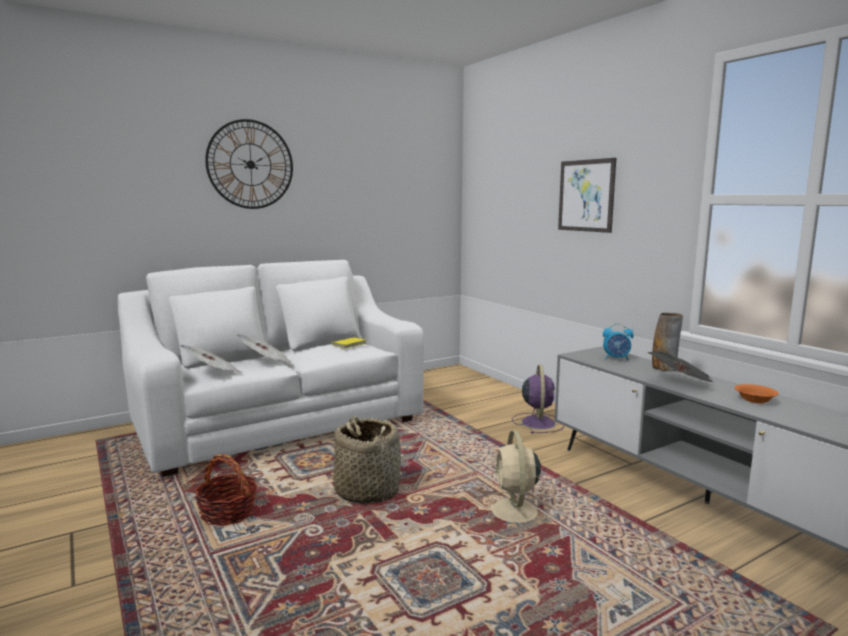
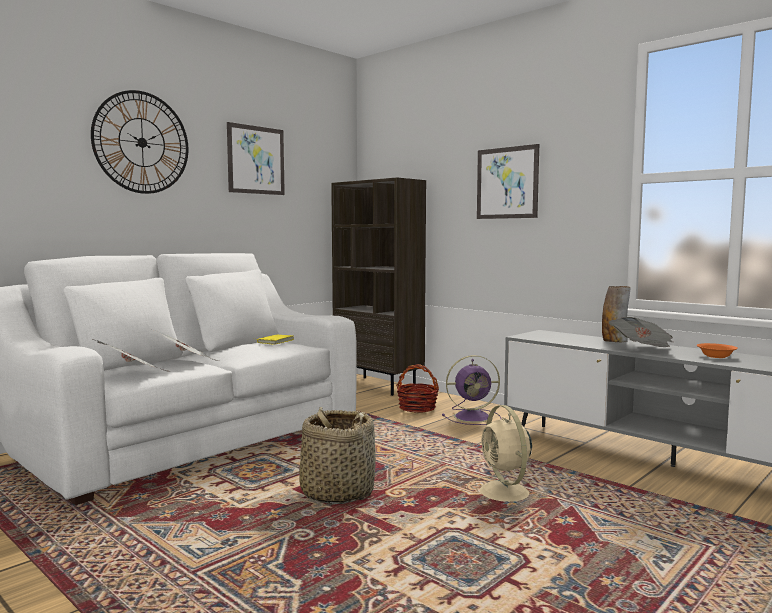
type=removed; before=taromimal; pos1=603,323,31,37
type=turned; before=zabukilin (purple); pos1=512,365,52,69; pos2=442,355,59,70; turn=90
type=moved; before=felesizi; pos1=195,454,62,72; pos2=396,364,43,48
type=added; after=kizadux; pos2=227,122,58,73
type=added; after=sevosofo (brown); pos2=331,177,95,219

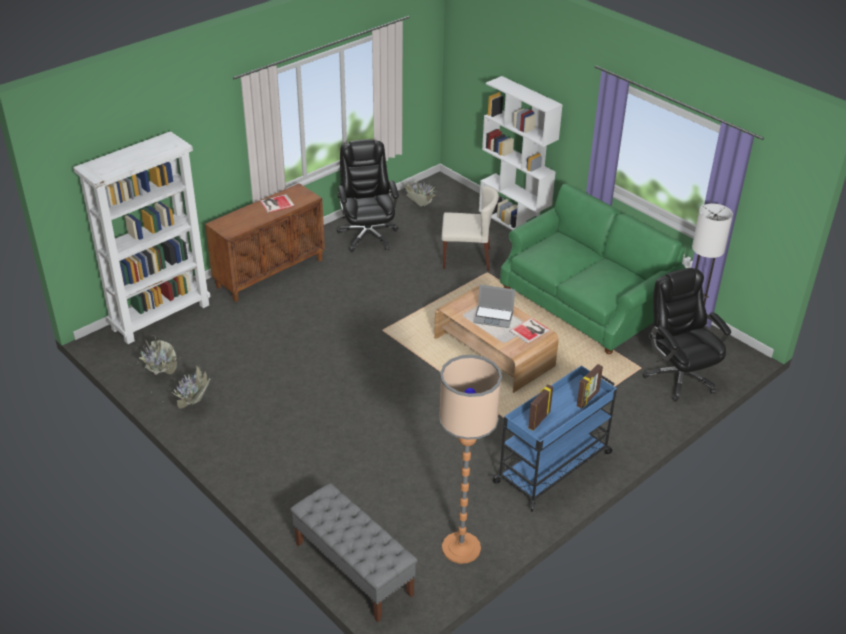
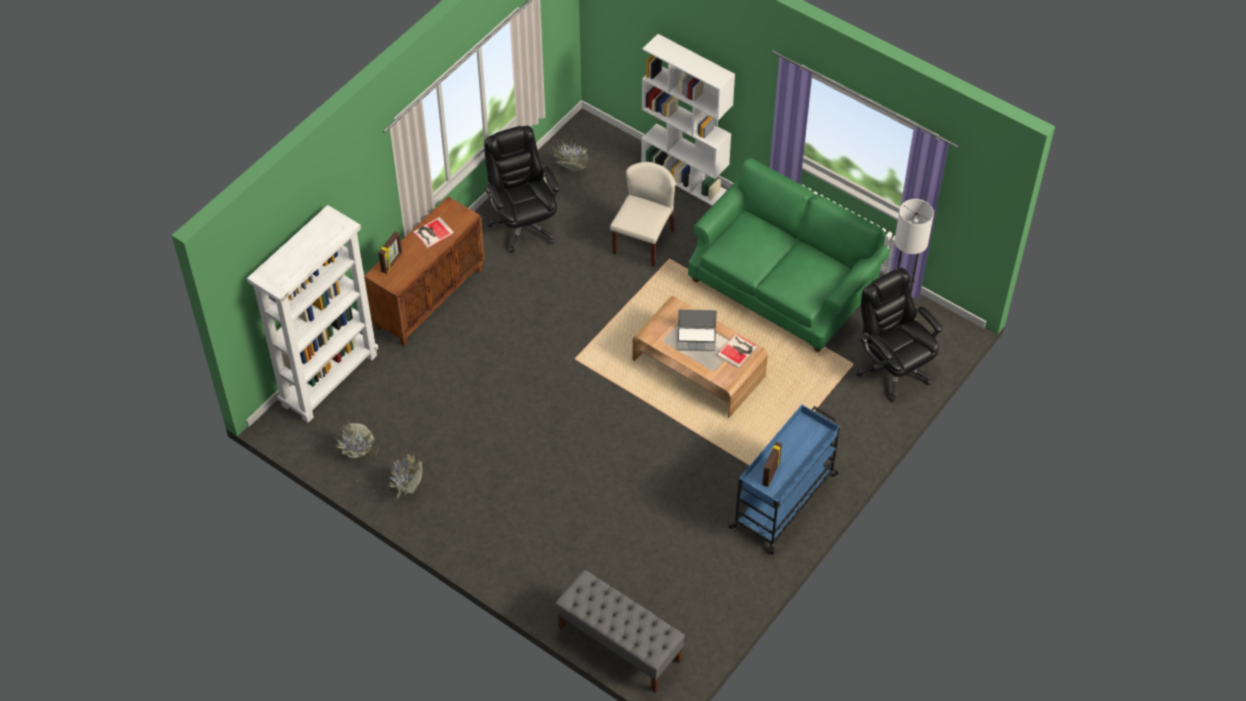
type=turned; before=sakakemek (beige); pos1=441,186,58,85; pos2=610,162,65,105; turn=-60
type=removed; before=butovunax; pos1=439,355,63,209
type=moved; before=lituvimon; pos1=577,364,26,45; pos2=378,231,24,43

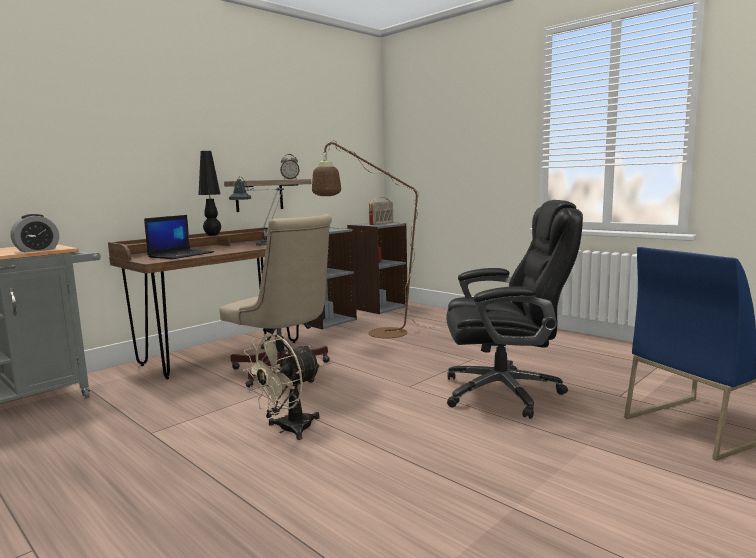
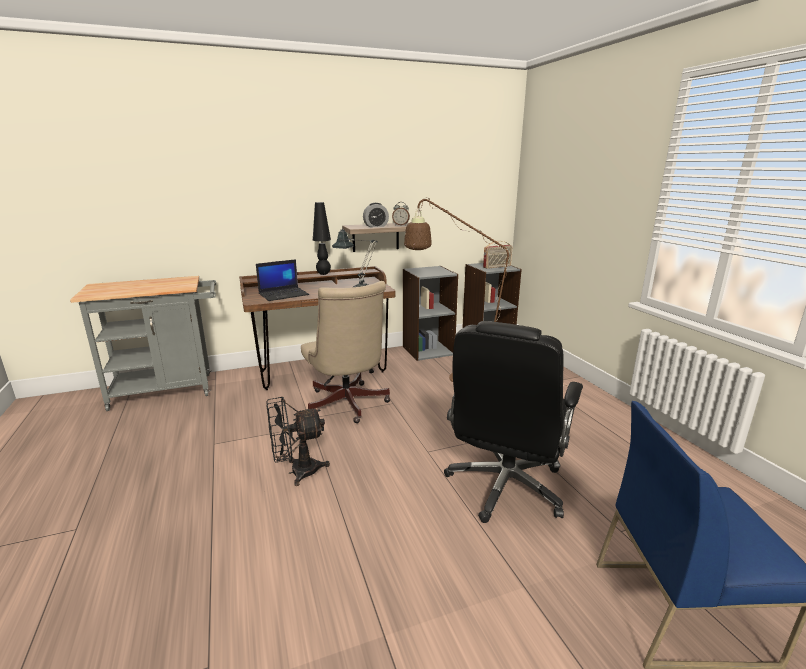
type=turned; before=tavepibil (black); pos1=446,200,137,219; pos2=444,321,139,202; turn=90
type=moved; before=taromimal; pos1=11,214,48,38; pos2=363,203,26,24
type=recoloured; before=zabukilin (beige); after=zabukilin (black); pos1=243,334,78,106; pos2=267,397,63,89

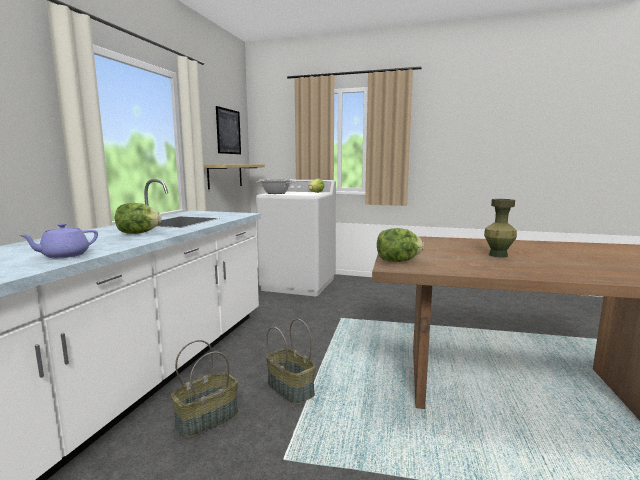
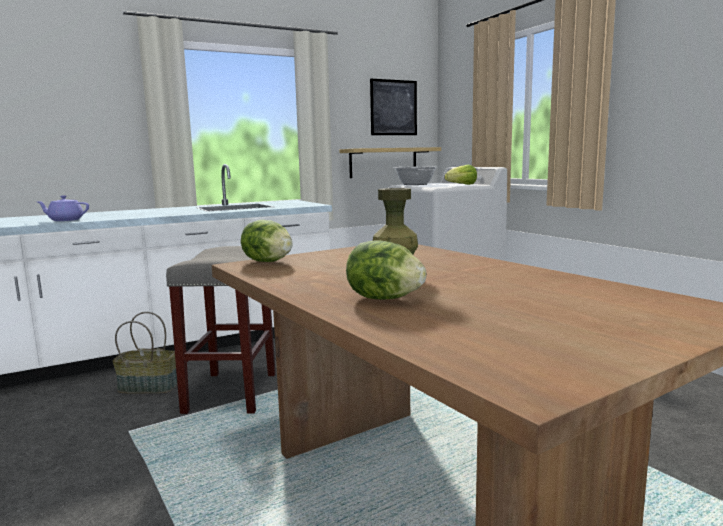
type=moved; before=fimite; pos1=115,203,47,31; pos2=346,240,80,59
type=replaced; before=felesizi; after=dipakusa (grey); pos1=266,319,50,86; pos2=166,246,110,168

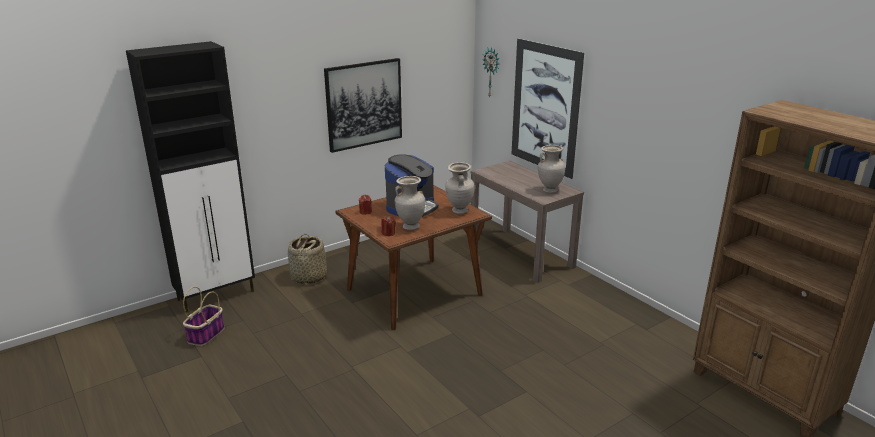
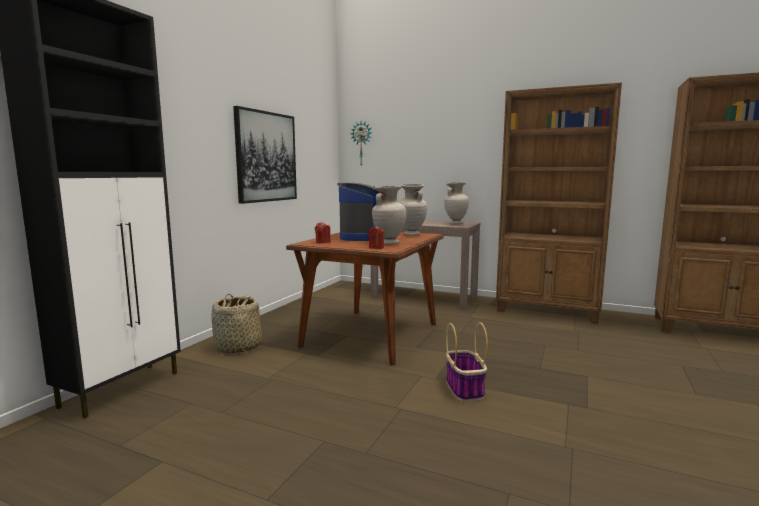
type=removed; before=kizadux; pos1=511,39,73,140
type=moved; before=felesizi; pos1=183,287,42,59; pos2=446,322,42,79
type=added; after=sevosofo (brown); pos2=496,82,126,242

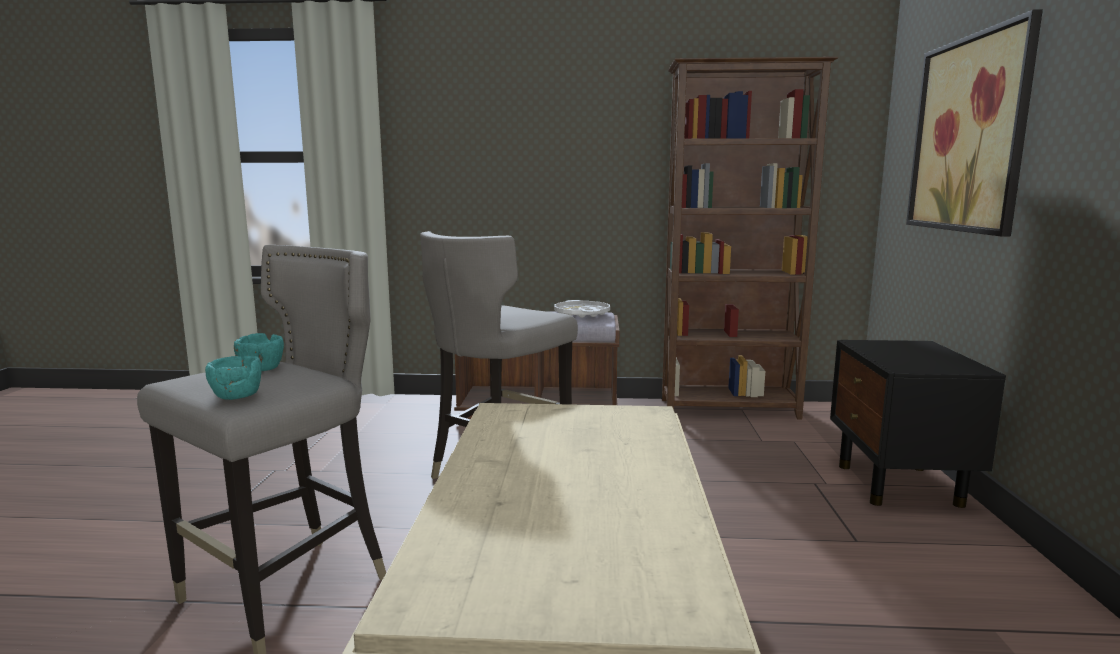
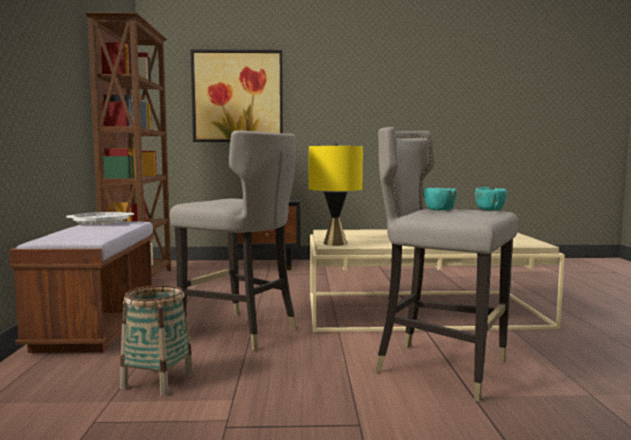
type=added; after=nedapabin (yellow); pos2=309,143,54,103
type=added; after=felesizi; pos2=120,285,73,111

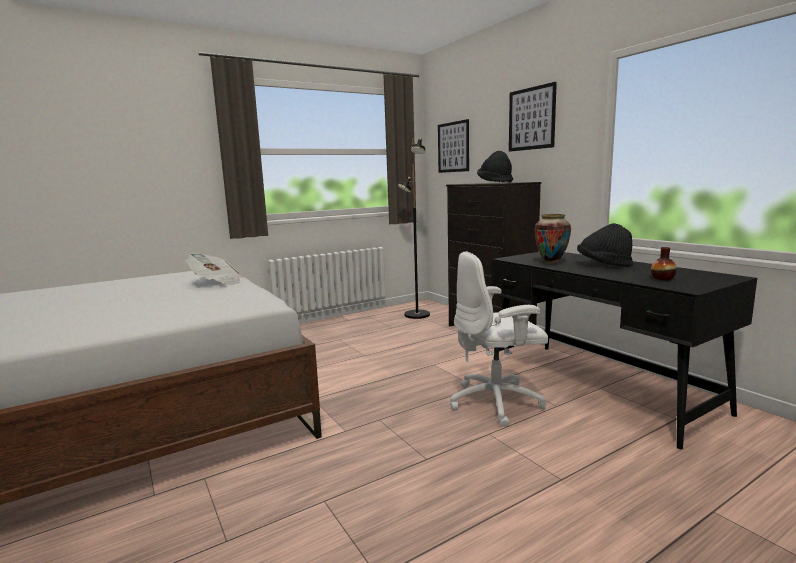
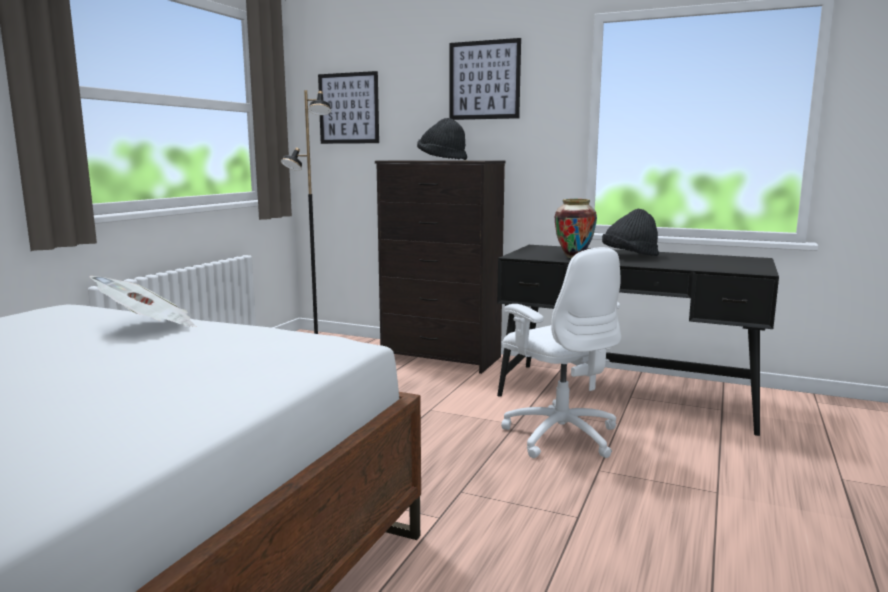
type=removed; before=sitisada; pos1=651,247,26,33
type=turned; before=tavepibil (white); pos1=450,251,98,176; pos2=501,247,120,211; turn=-75

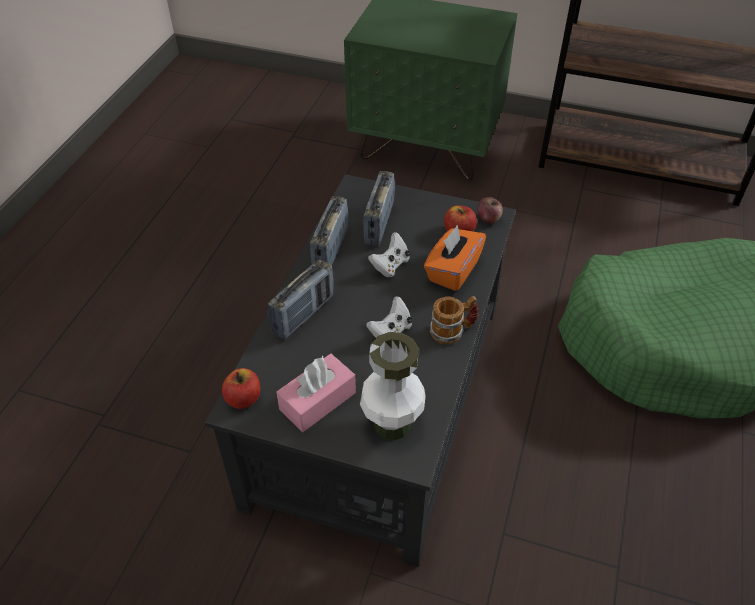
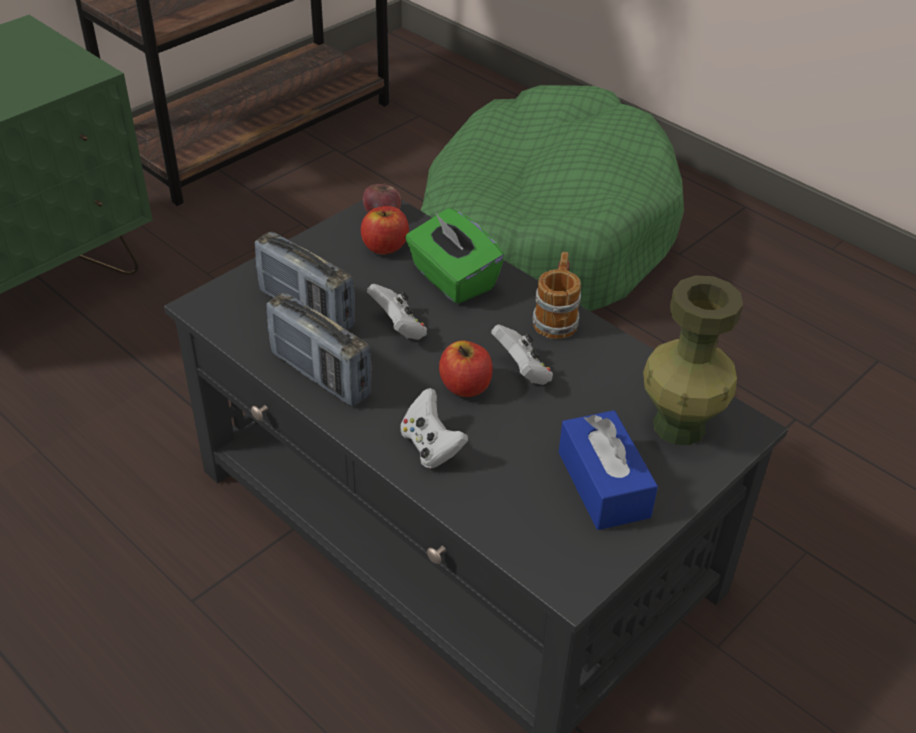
type=recoloured; before=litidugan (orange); after=litidugan (green); pos1=424,224,62,67; pos2=405,208,99,96
type=replaced; before=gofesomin; after=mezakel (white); pos1=268,260,66,80; pos2=400,388,69,80
type=recoloured; before=sitisada (white); after=sitisada (green); pos1=360,332,66,108; pos2=643,275,100,170
type=recoloured; before=litidugan (pink); after=litidugan (blue); pos1=276,354,80,78; pos2=559,410,99,120
type=moved; before=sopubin; pos1=222,368,38,41; pos2=439,341,54,56

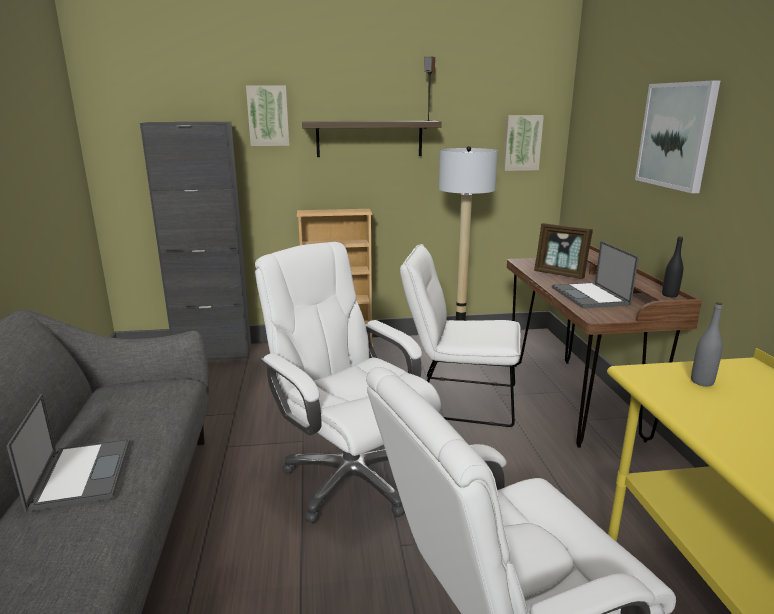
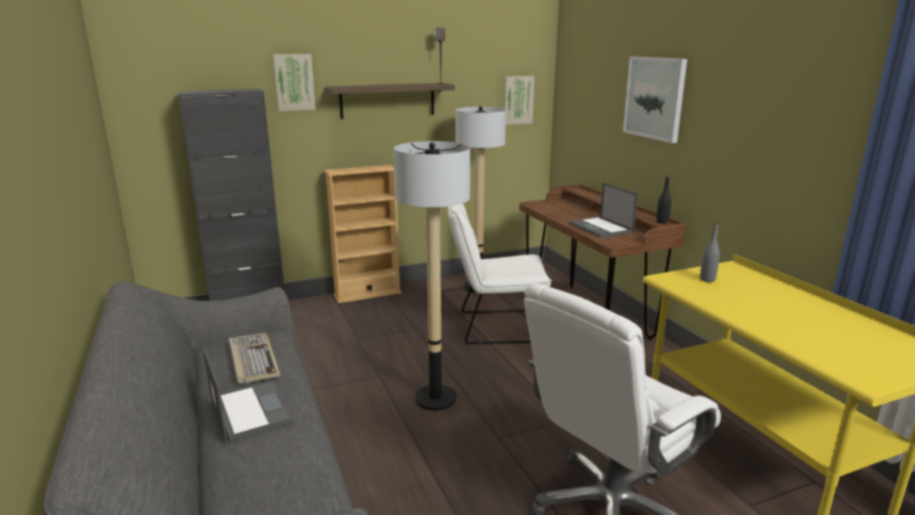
type=removed; before=lituvimon; pos1=534,223,59,56
type=replaced; before=tavepibil (white); after=butovunax; pos1=255,242,186,281; pos2=394,141,76,270
type=added; after=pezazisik; pos2=229,333,52,51

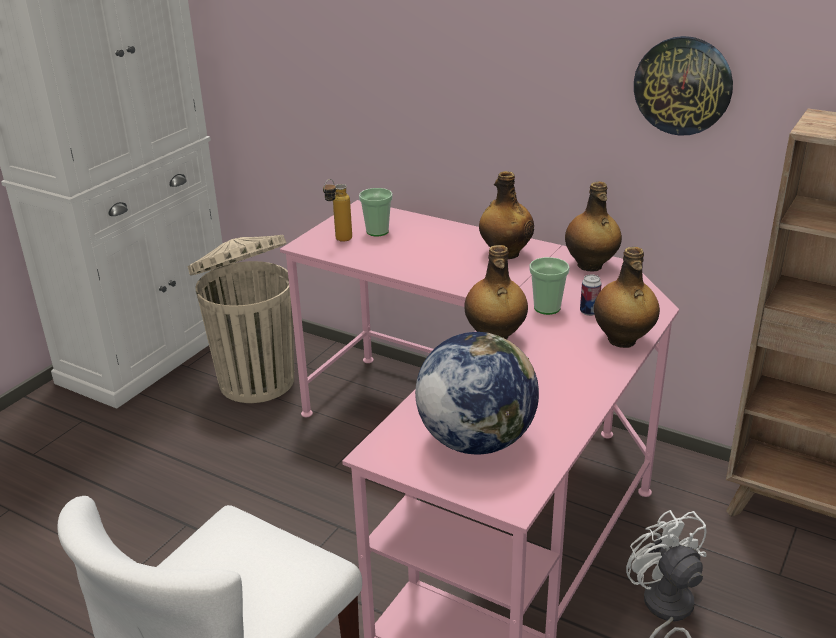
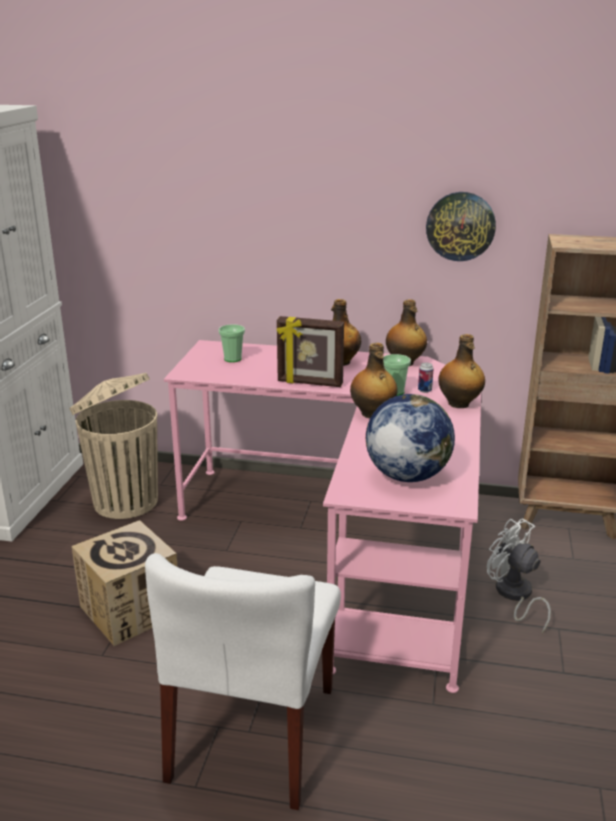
type=removed; before=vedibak; pos1=323,179,29,63
type=added; after=lituvimon; pos2=277,316,67,71
type=added; after=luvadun; pos2=71,520,106,126

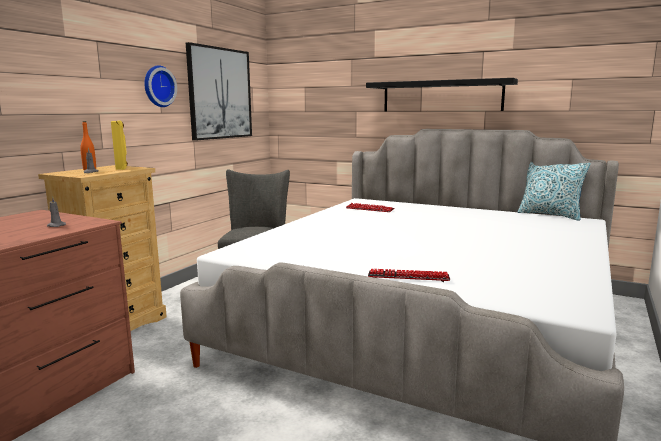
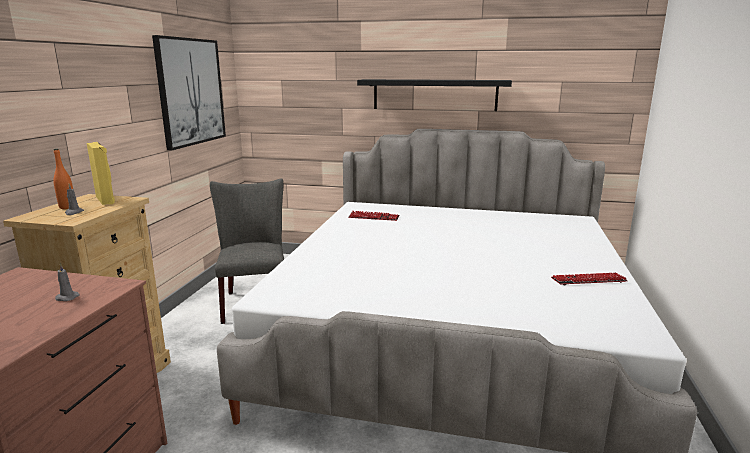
type=removed; before=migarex; pos1=144,65,33,42
type=removed; before=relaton; pos1=518,161,73,60
type=moved; before=pezazisik; pos1=368,269,82,13; pos2=551,273,77,13

